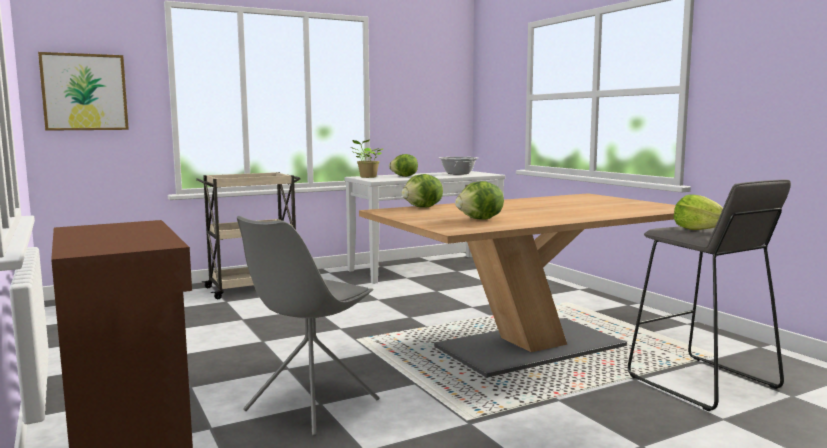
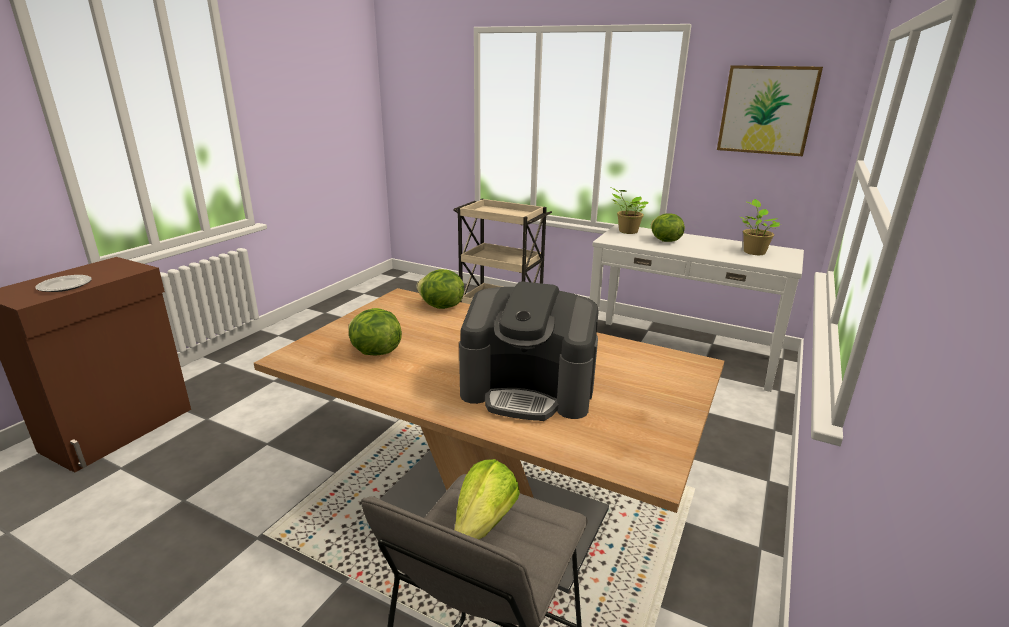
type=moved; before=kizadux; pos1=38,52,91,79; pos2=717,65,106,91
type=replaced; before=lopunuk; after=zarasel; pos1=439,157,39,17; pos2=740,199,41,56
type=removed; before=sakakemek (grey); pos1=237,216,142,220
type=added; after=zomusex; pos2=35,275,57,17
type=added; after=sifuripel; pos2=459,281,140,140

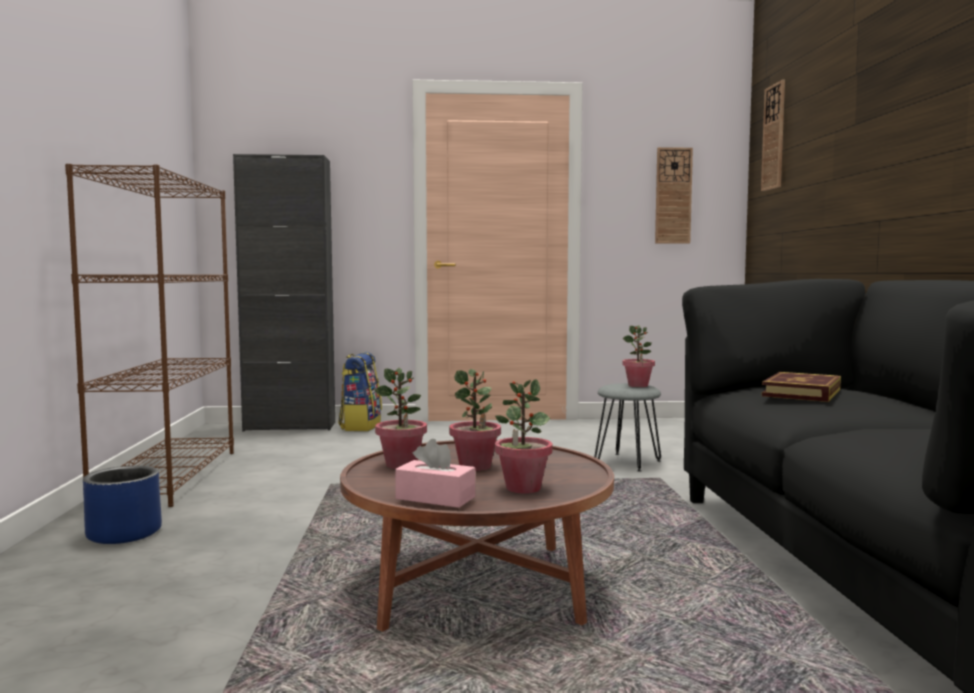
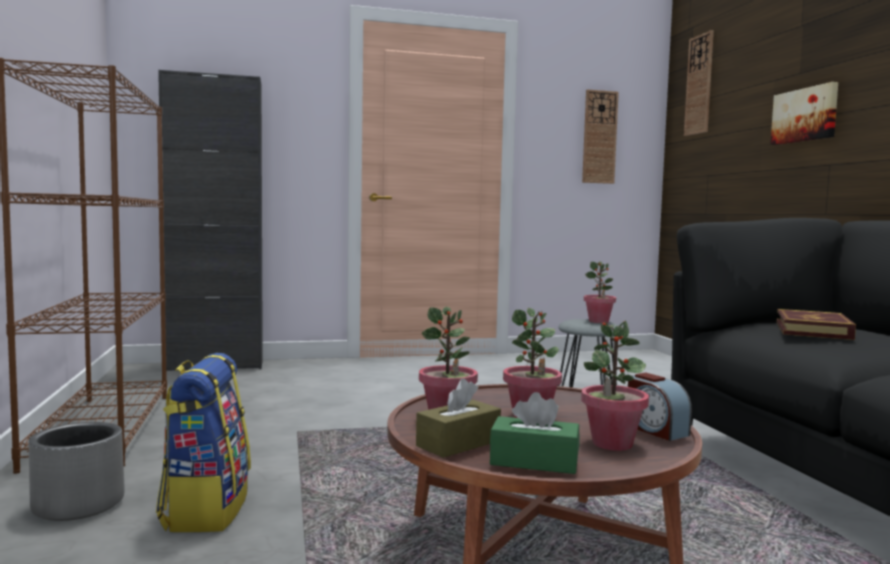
type=moved; before=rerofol; pos1=338,352,44,79; pos2=156,353,95,179
type=recoloured; before=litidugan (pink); after=litidugan (green); pos1=395,439,80,69; pos2=490,392,90,82
type=recoloured; before=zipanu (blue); after=zipanu (grey); pos1=83,466,79,78; pos2=28,422,97,99
type=added; after=kizadux; pos2=770,82,68,63
type=added; after=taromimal; pos2=628,373,64,68
type=added; after=litidugan (brown); pos2=416,378,85,80

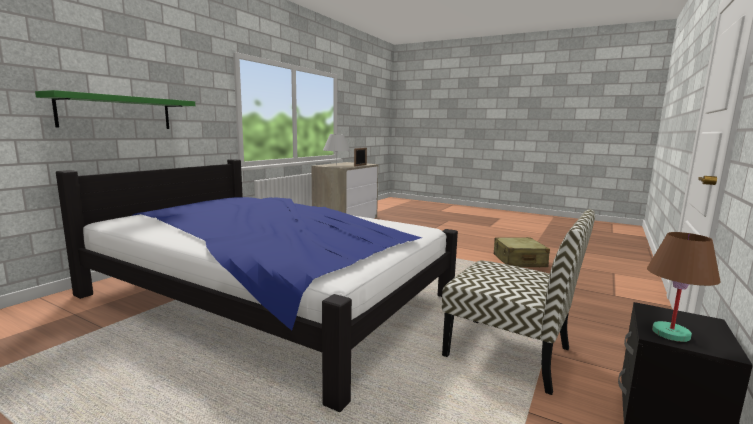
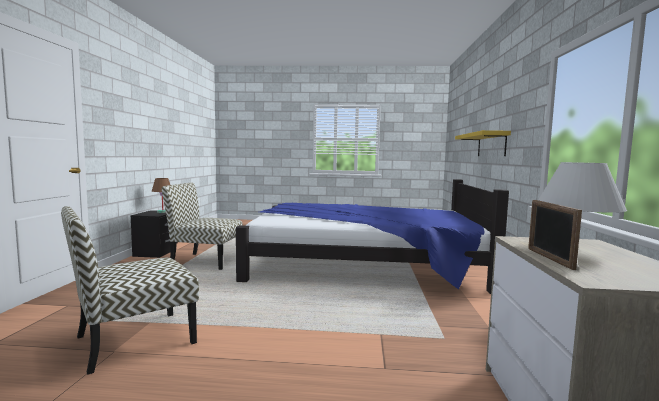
type=recoloured; before=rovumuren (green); after=rovumuren (yellow); pos1=35,90,160,39; pos2=455,130,56,26
type=replaced; before=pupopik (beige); after=sakakemek; pos1=494,237,56,30; pos2=61,206,138,169

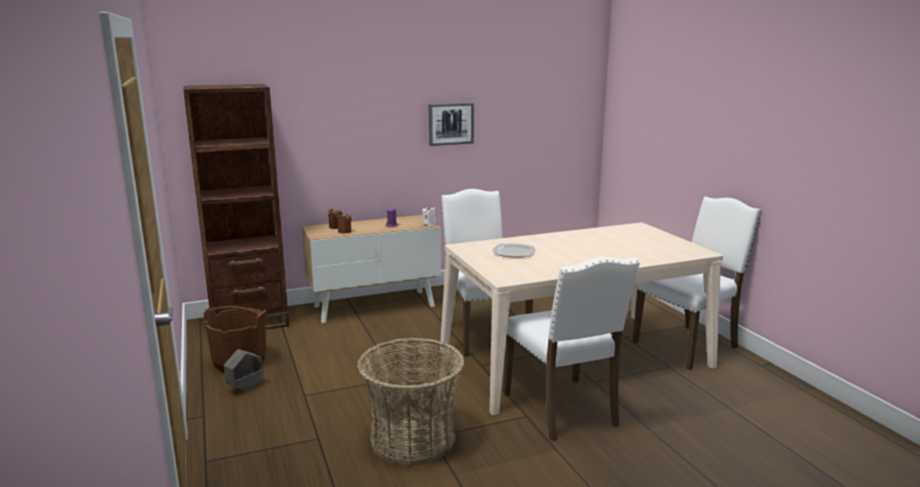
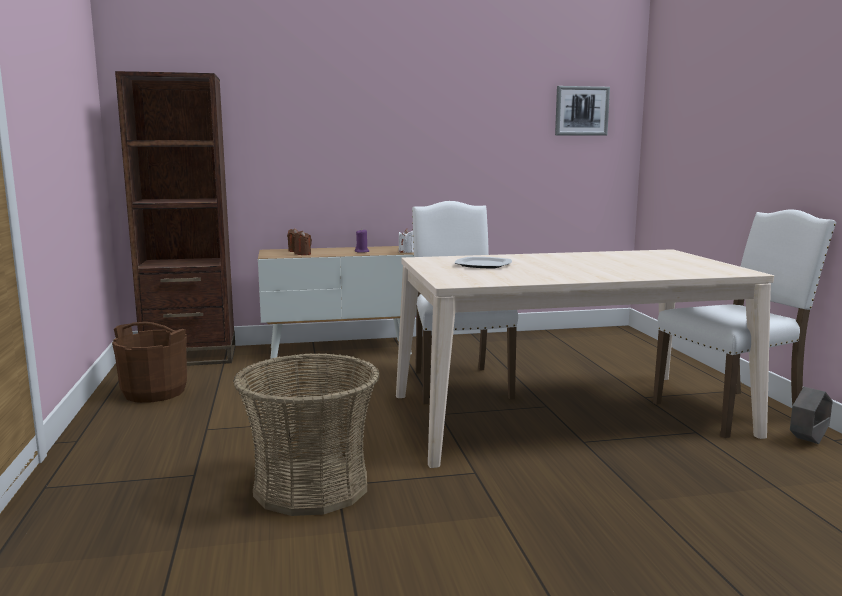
type=moved; before=kizadux; pos1=429,102,45,44; pos2=555,86,55,50
type=removed; before=sakakemek (white); pos1=504,257,136,184
type=moved; before=zipanu (grey); pos1=224,349,40,42; pos2=790,387,43,57

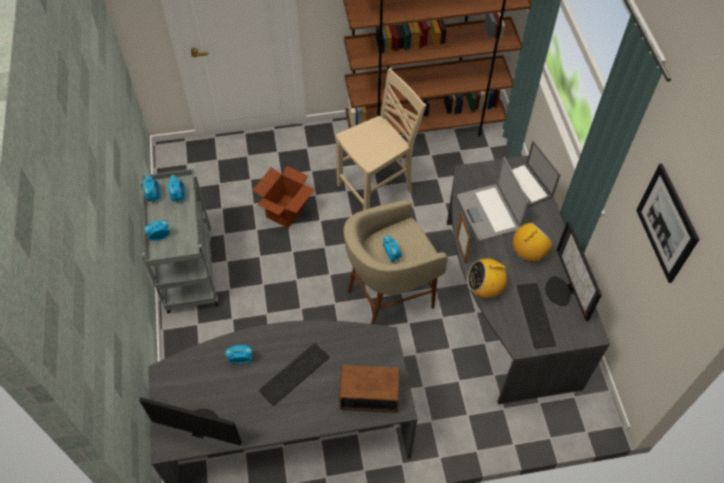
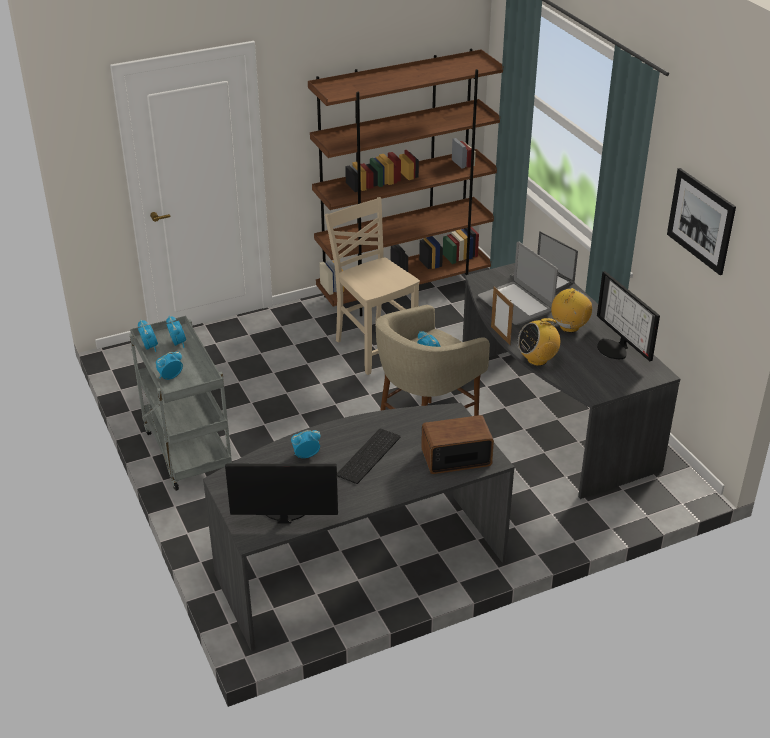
type=turned; before=sakakemek (beige); pos1=336,68,90,142; pos2=325,197,95,178; turn=-75
type=removed; before=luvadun; pos1=253,166,62,62
type=removed; before=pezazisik; pos1=517,283,39,66

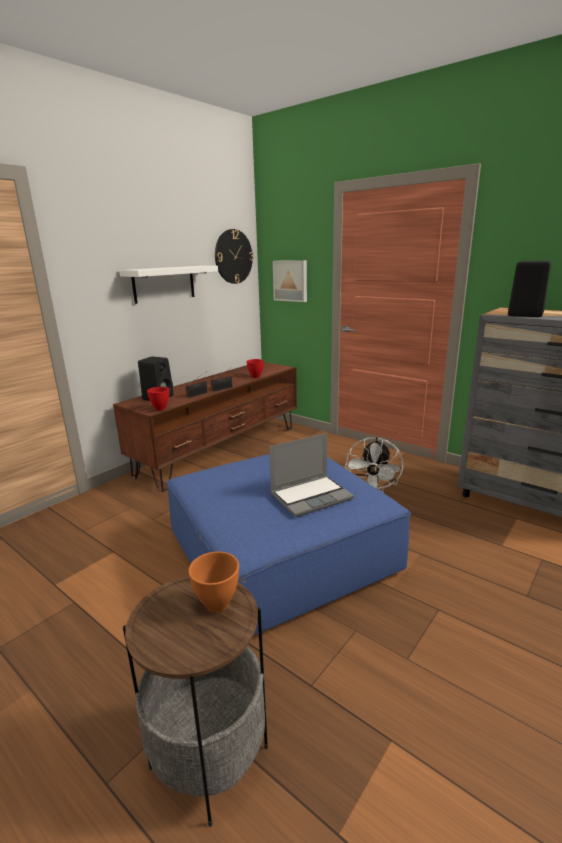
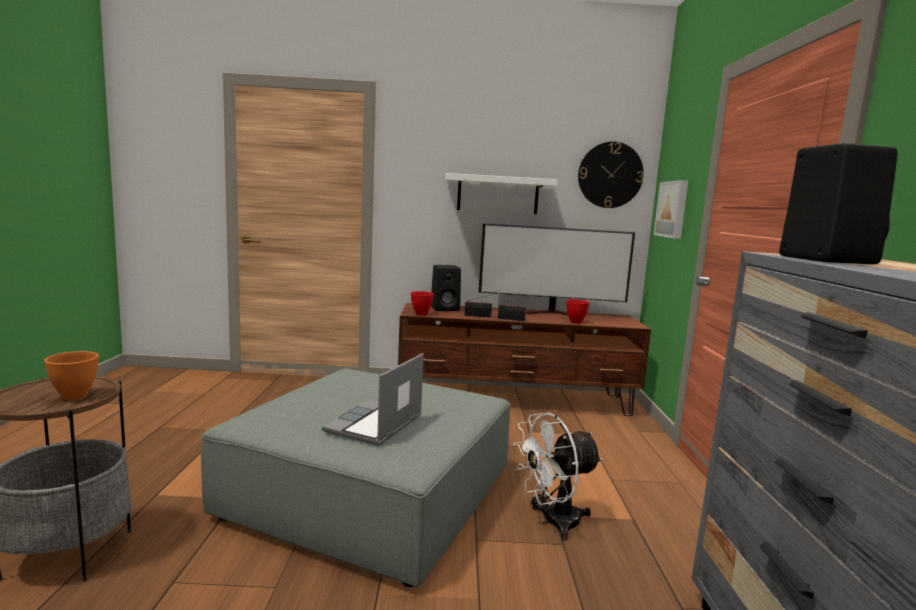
type=turned; before=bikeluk; pos1=269,433,85,84; pos2=322,353,102,93; turn=90
type=recoloured; before=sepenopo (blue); after=sepenopo (grey); pos1=166,454,245,181; pos2=201,368,310,219
type=added; after=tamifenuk; pos2=479,224,156,91

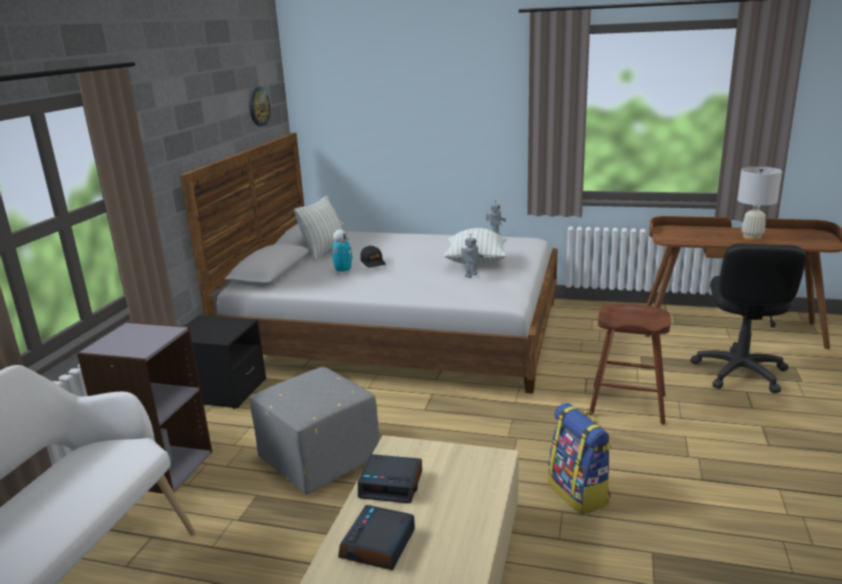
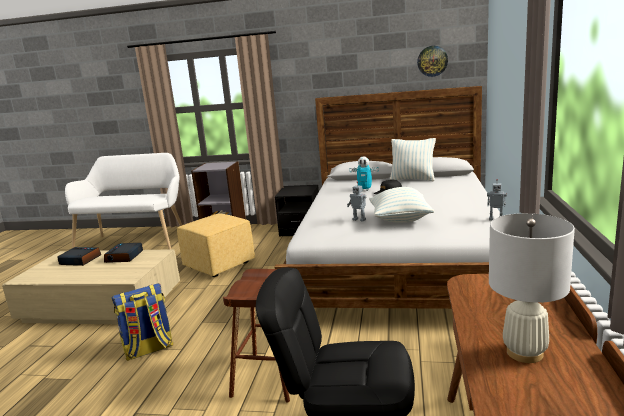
type=recoloured; before=sepenopo (grey); after=sepenopo (yellow); pos1=250,367,129,128; pos2=177,213,78,64

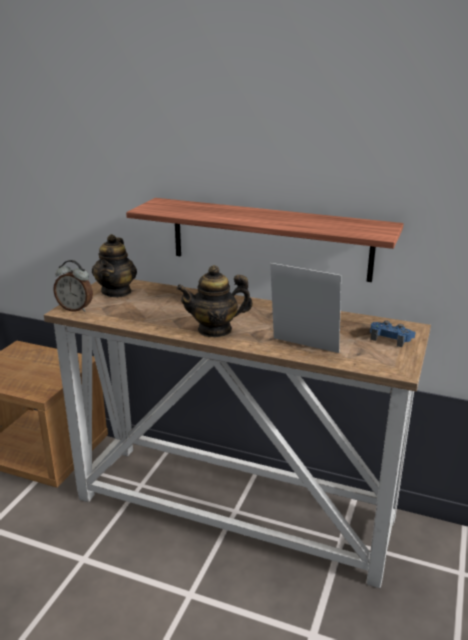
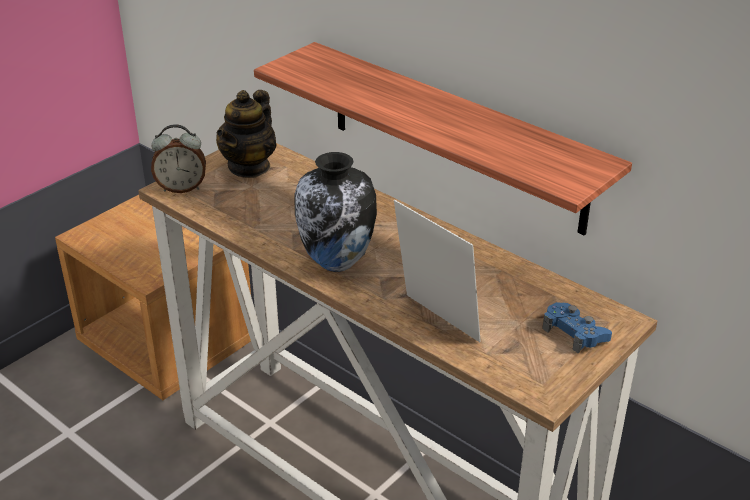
type=turned; before=taromimal; pos1=53,260,40,52; pos2=151,124,55,69; turn=-45
type=replaced; before=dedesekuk; after=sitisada; pos1=176,265,77,72; pos2=294,152,83,120

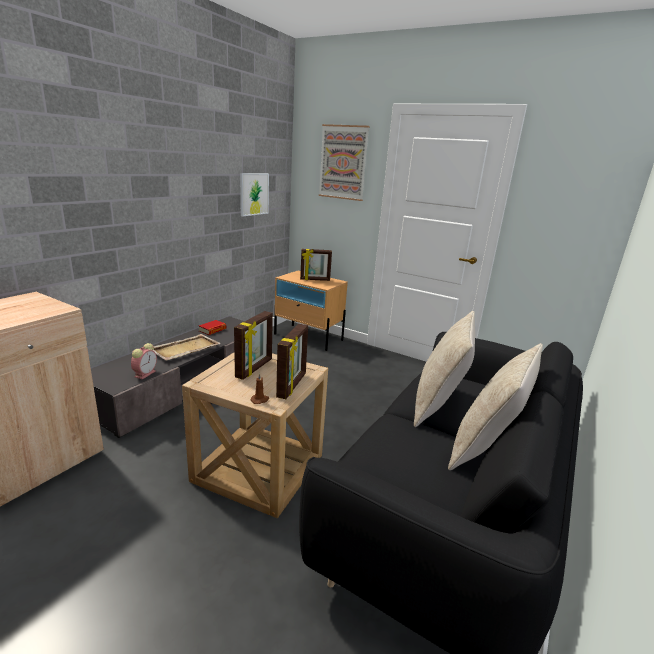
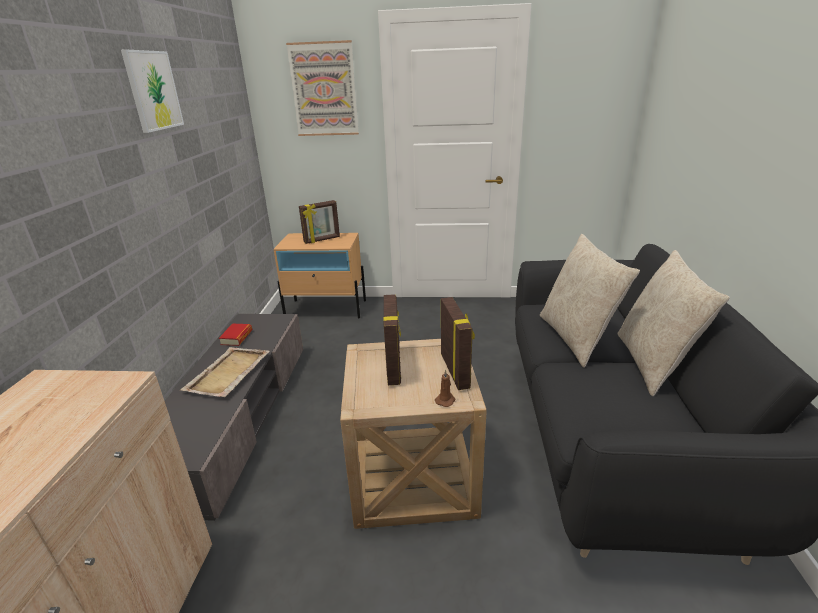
type=moved; before=kizadux; pos1=240,173,29,43; pos2=121,49,63,84
type=removed; before=taromimal; pos1=131,343,26,36

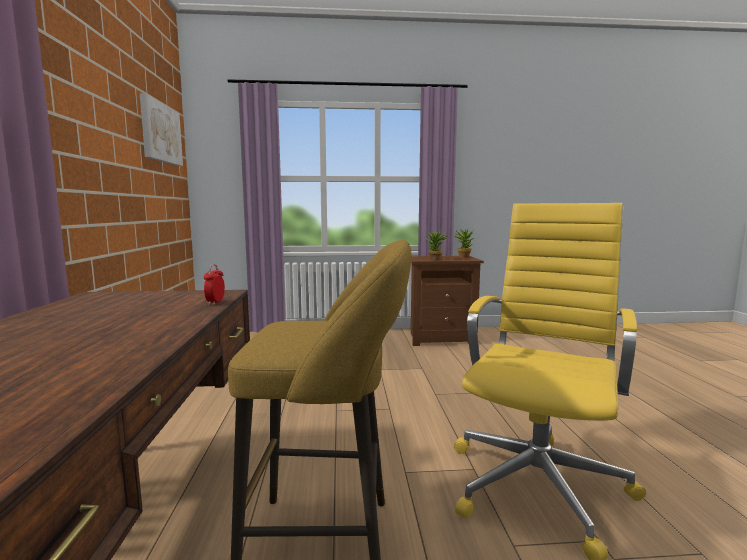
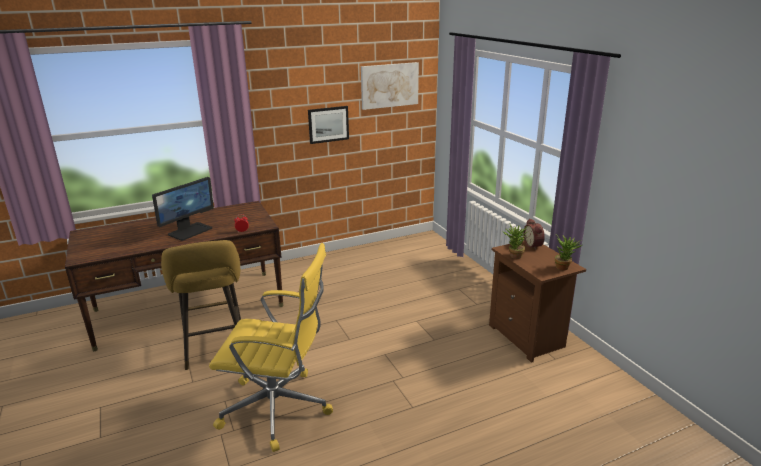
type=added; after=kizadux; pos2=308,106,41,38
type=added; after=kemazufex; pos2=152,177,62,64
type=added; after=taromimal; pos2=523,218,22,32

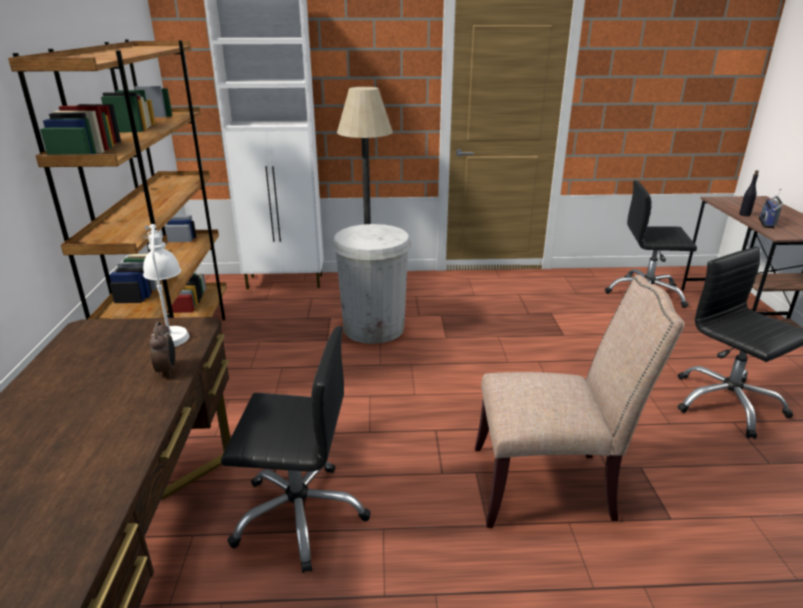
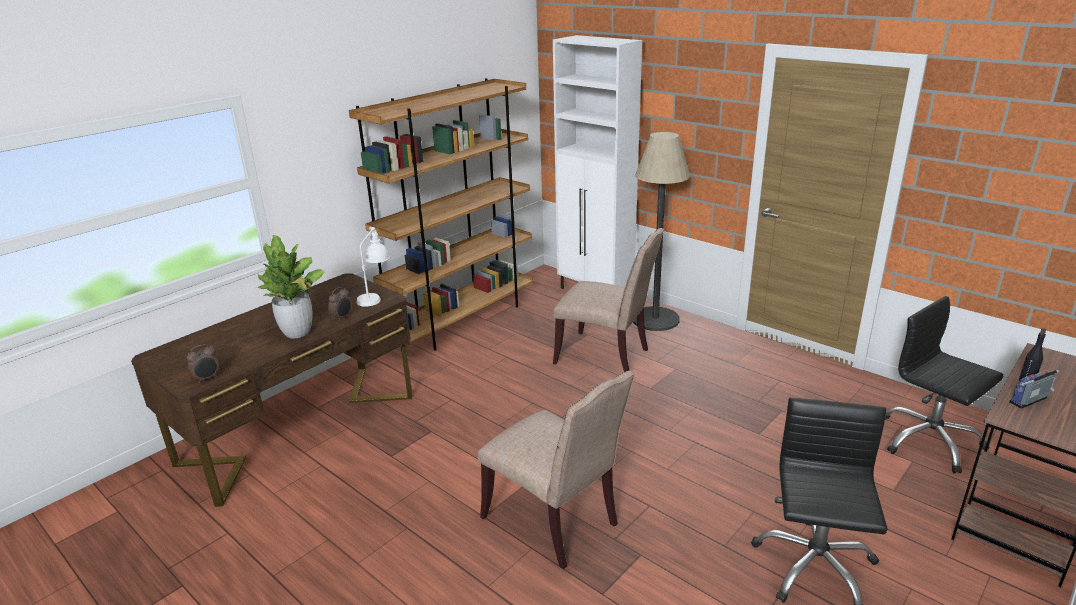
type=replaced; before=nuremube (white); after=sakakemek (beige); pos1=332,224,79,120; pos2=553,228,111,144
type=removed; before=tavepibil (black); pos1=221,326,150,247
type=added; after=zarasel; pos2=257,235,69,103
type=added; after=taromimal; pos2=187,344,32,39

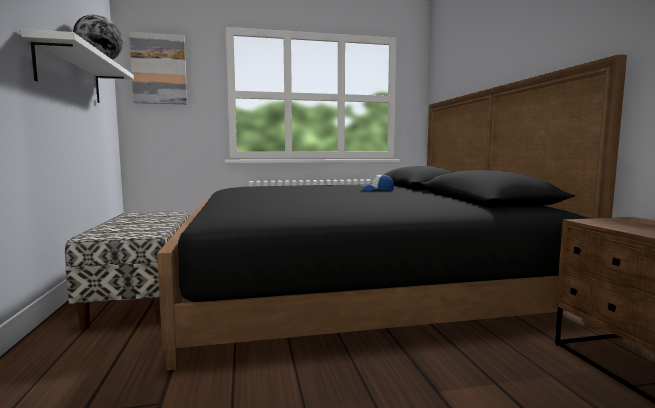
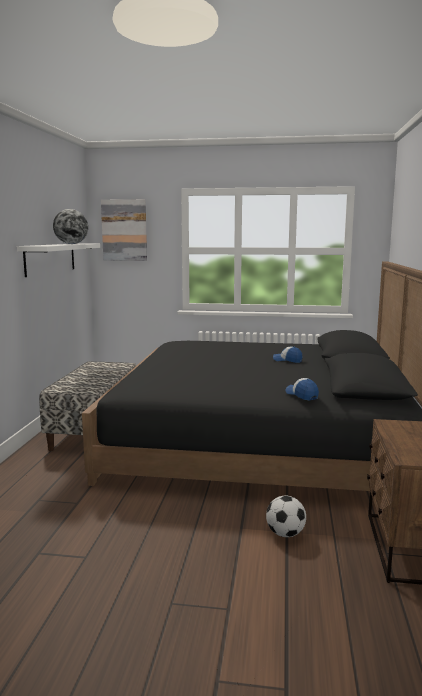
type=added; after=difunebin; pos2=286,378,33,22
type=added; after=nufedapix; pos2=266,496,40,41

